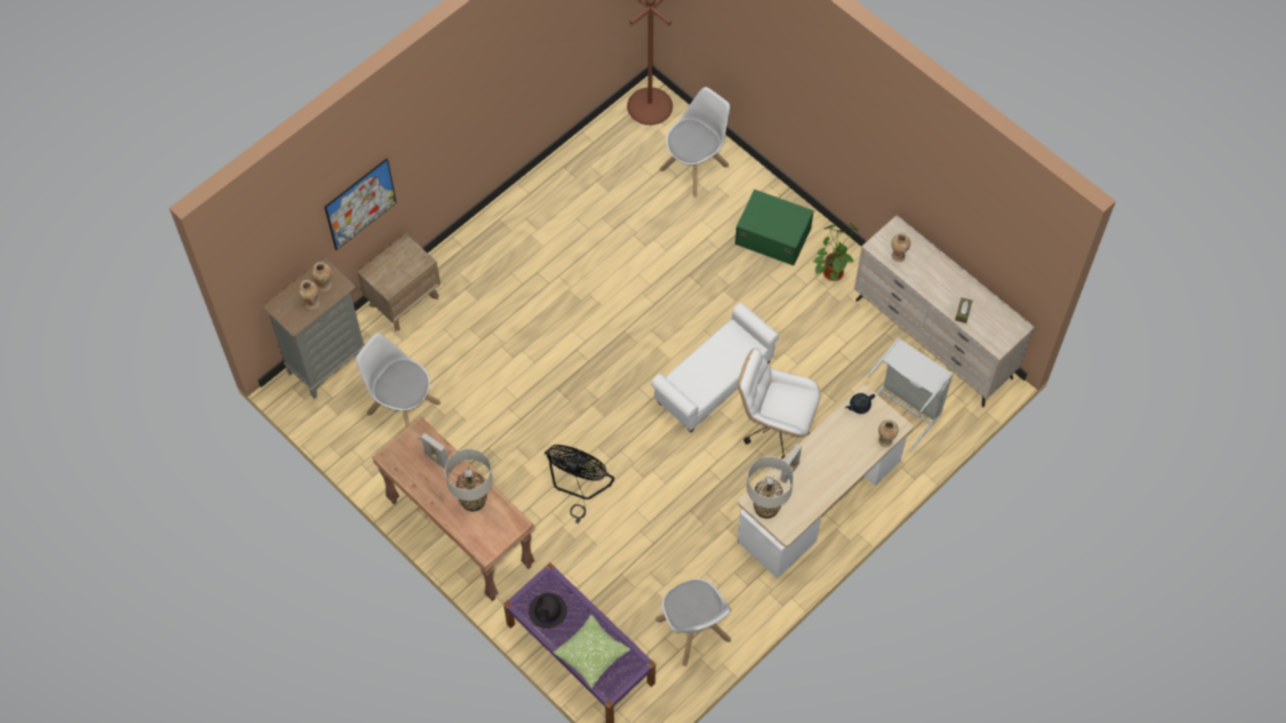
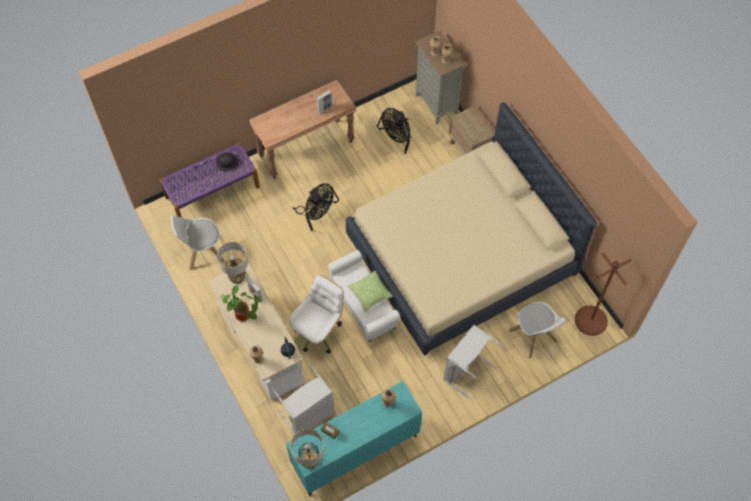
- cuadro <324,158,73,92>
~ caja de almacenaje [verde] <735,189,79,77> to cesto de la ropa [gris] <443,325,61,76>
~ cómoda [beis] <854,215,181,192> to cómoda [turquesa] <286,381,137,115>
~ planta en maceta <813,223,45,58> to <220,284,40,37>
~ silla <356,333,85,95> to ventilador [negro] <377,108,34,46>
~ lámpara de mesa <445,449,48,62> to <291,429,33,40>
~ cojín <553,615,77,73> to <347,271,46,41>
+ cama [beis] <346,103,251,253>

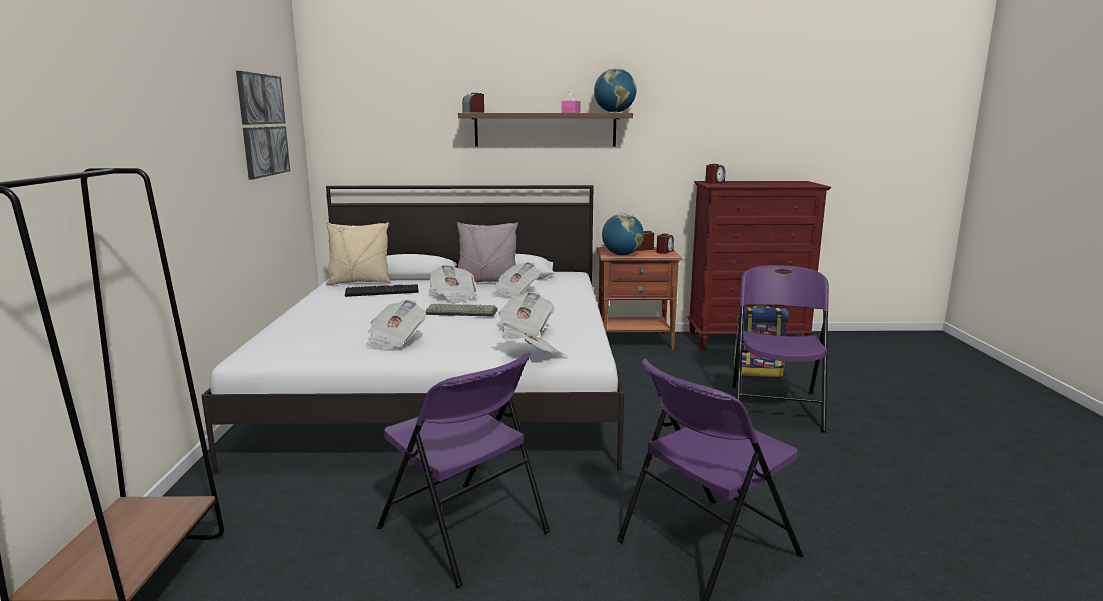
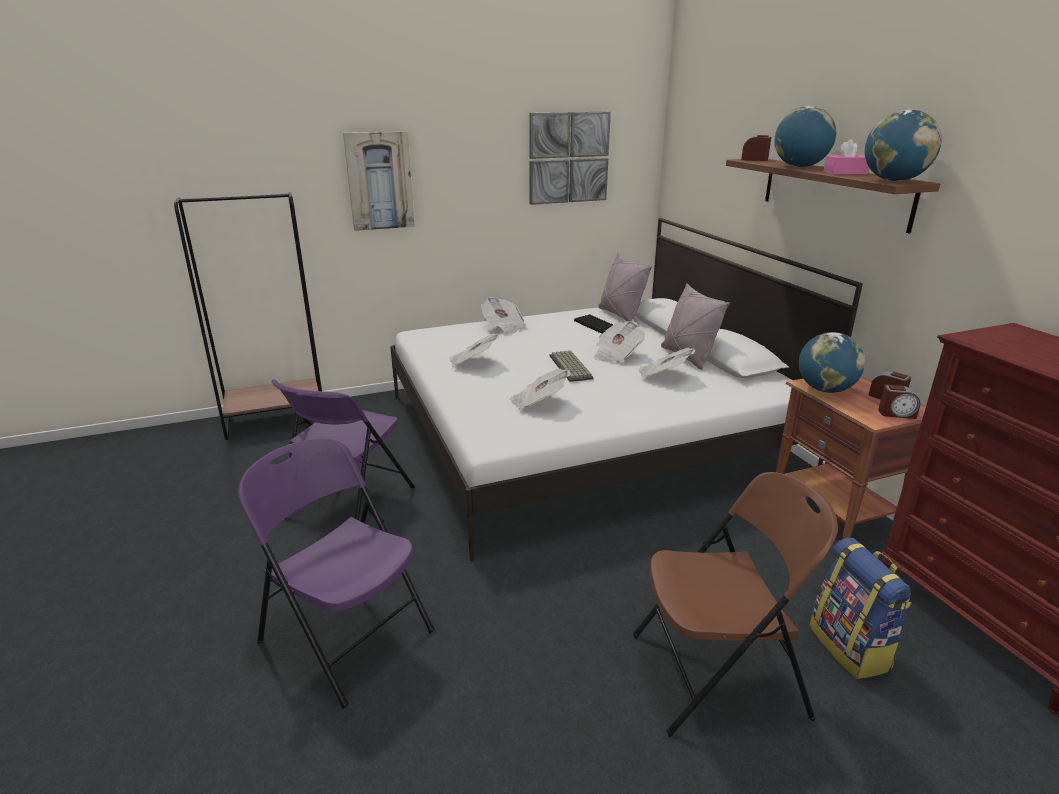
- despertador <705,164,20,20>
~ cojín [beis] <326,222,65,64> to cojín [morado] <598,253,54,69>
~ silla [morado] <732,265,97,168> to silla [marrón] <633,472,205,265>
~ periódico <501,323,65,32> to <481,297,45,37>
+ globo terráqueo <775,106,61,61>
+ cuadro <343,131,72,100>

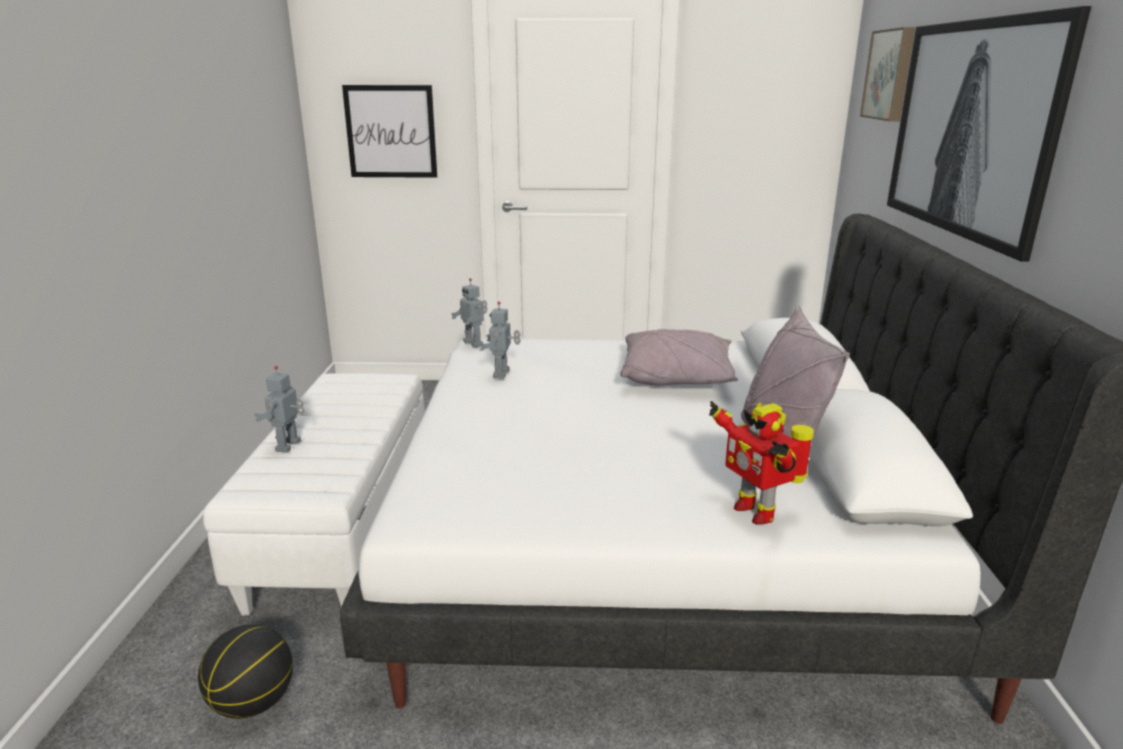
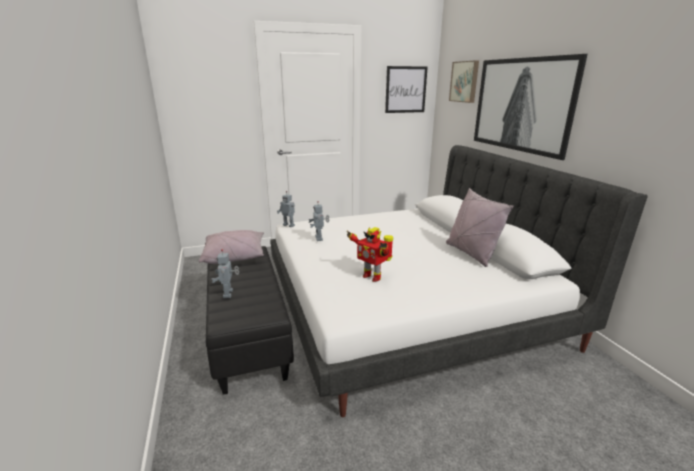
~ cuadro <342,85,95,93> to <385,66,43,47>
~ cojín [morado] <620,329,118,56> to <199,230,65,34>
~ puf [blanco] <203,373,222,243> to puf [negro] <206,246,88,149>
~ robot de juguete <709,401,105,123> to <347,227,46,55>
- balón de baloncesto <198,625,95,94>

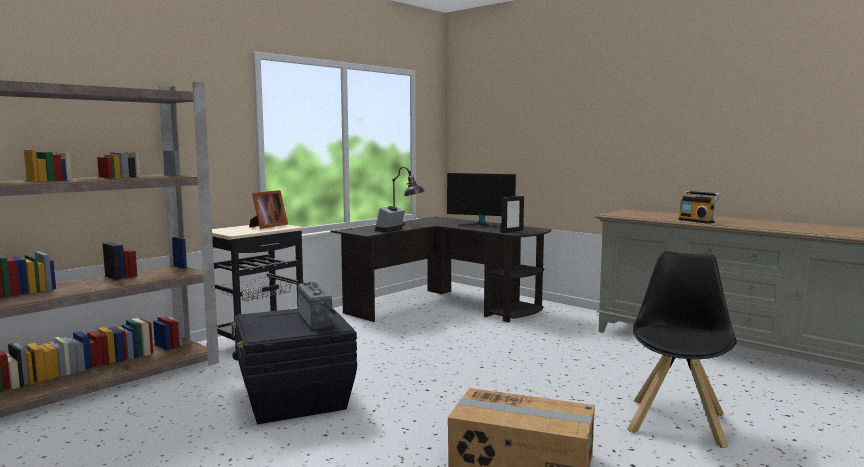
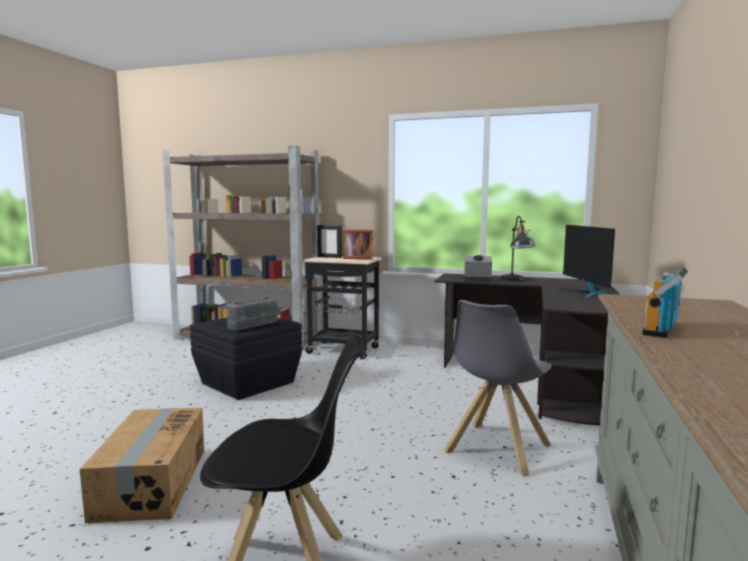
~ portarretratos <500,196,24,37> to <317,225,25,33>
+ silla [gris] <444,300,108,176>

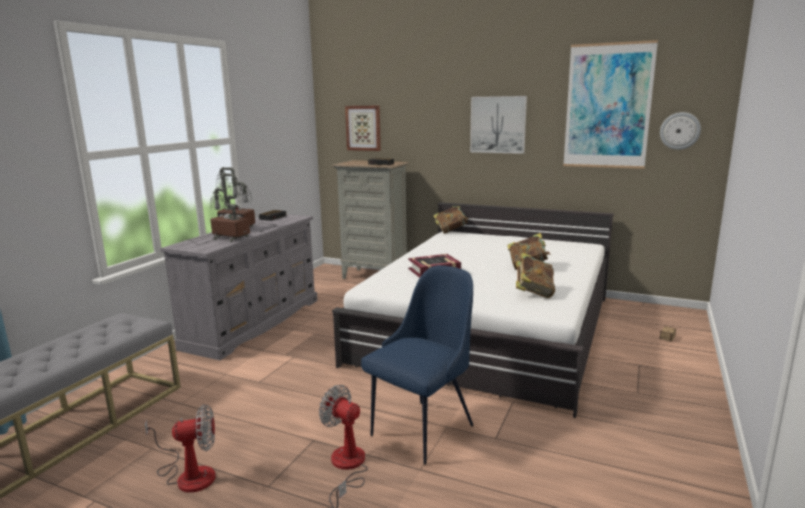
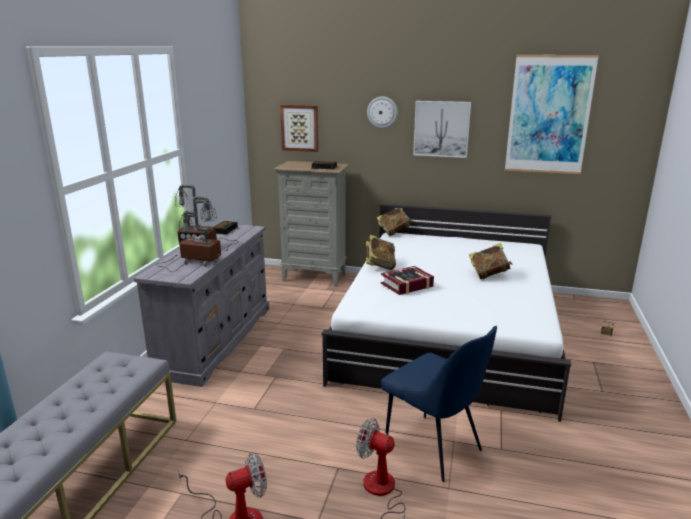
~ reloj de pared <660,112,41,38> to <367,96,31,32>
~ libro <516,252,39,46> to <366,235,30,35>
~ silla [azul] <361,265,113,200> = <381,326,116,156> 105 degrees clockwise

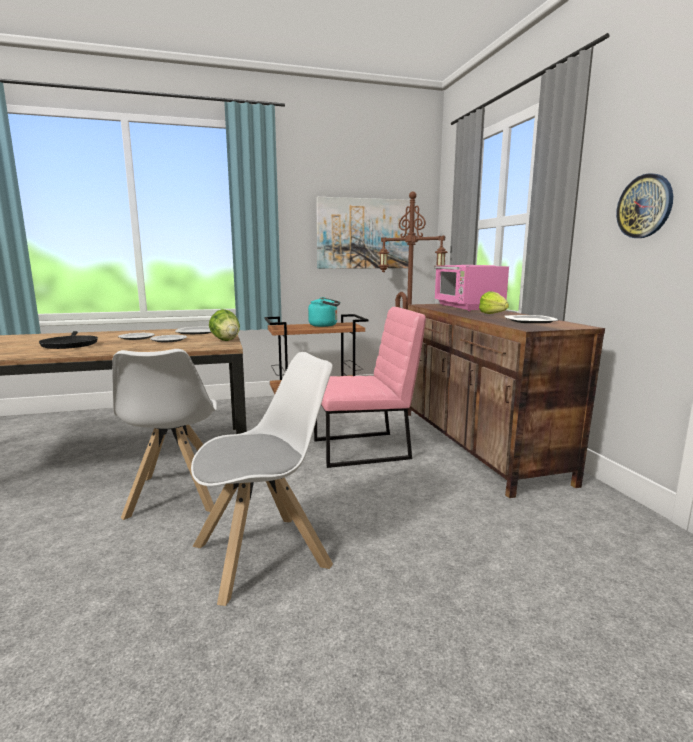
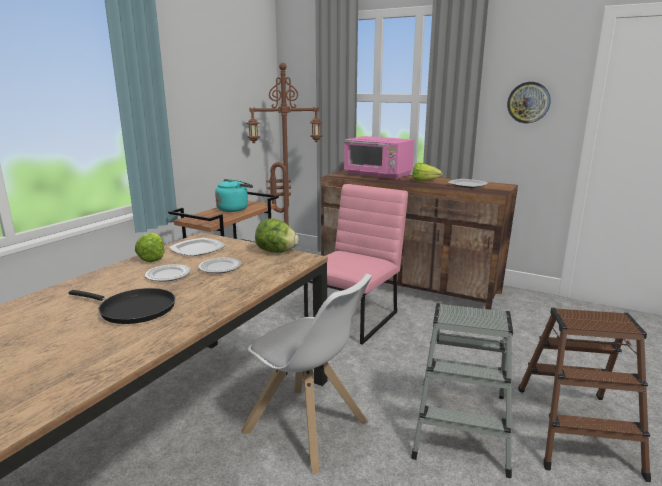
- cuadro <316,197,94,72>
~ silla <191,352,142,254> to escalera de tijera [gris] <411,303,102,175>
+ lechuga <135,233,30,29>
+ escalera de tijera [marrón] <518,308,133,174>

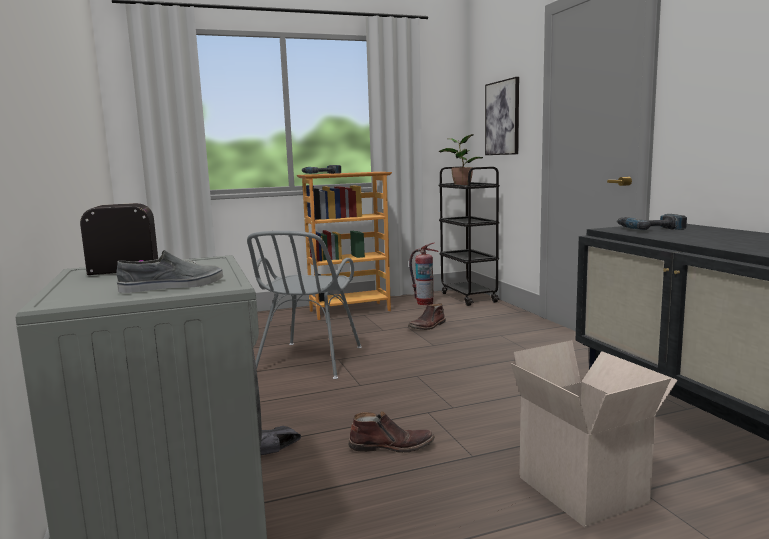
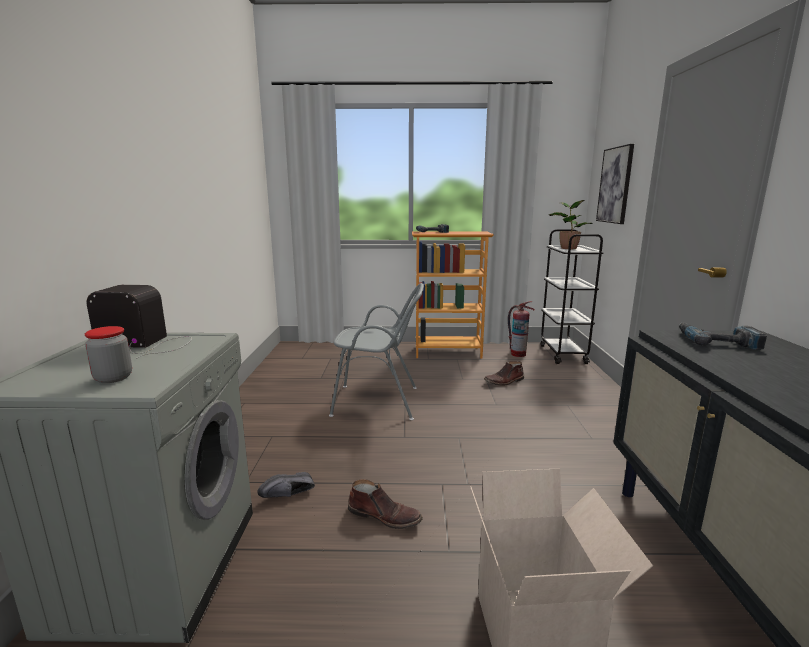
~ carrito [negro] <438,167,62,139> to carrito [blanco] <541,229,62,135>
~ silla [gris] <247,231,115,148> = <329,283,95,137> 120 degrees counterclockwise
~ zapato [gris] <116,250,107,43> to tarro <85,326,47,57>

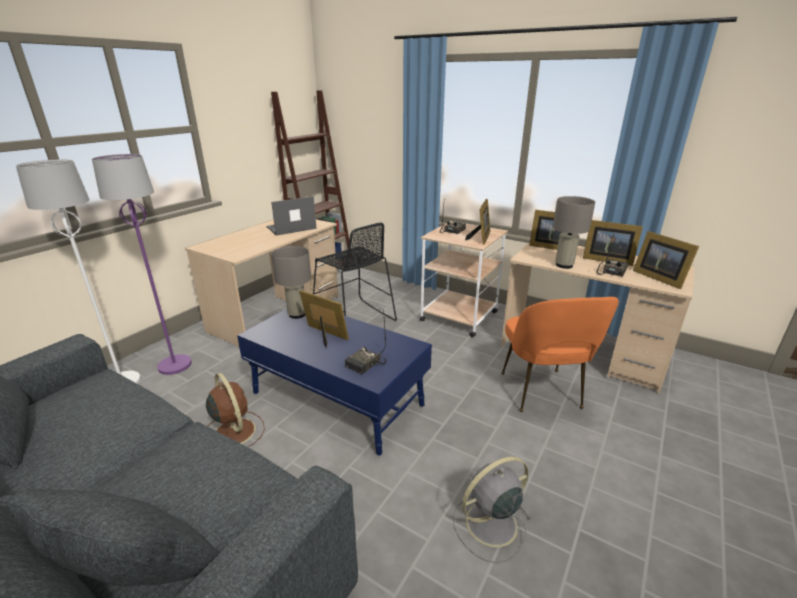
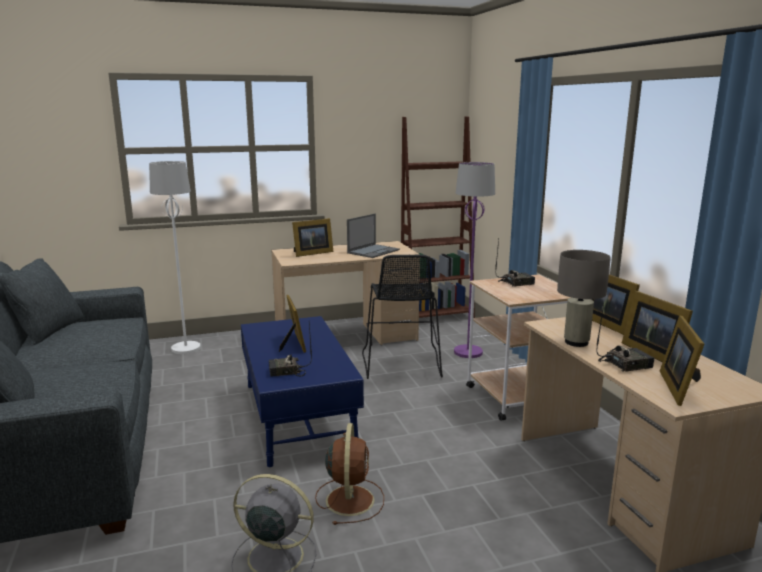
~ lámpara de pie [morado] <92,154,100,221> to <454,162,41,196>
~ portátil <266,196,50,39> = <347,214,53,44> 120 degrees clockwise
~ portarretratos <465,199,26,46> to <292,218,41,39>
- lámpara de mesa [gris] <271,246,40,73>
- silla [naranja] <501,297,118,115>
~ ventilador [marrón] <206,373,59,75> to <315,423,69,102>

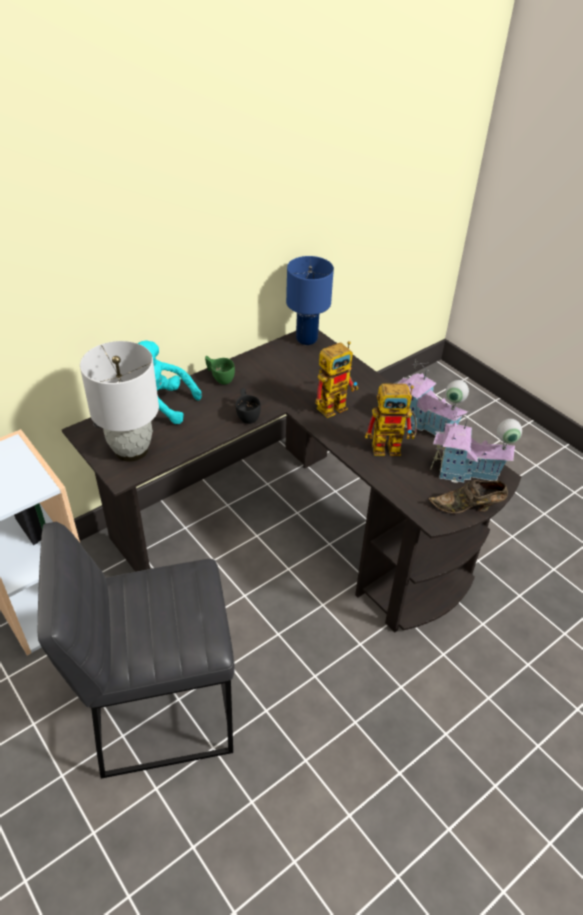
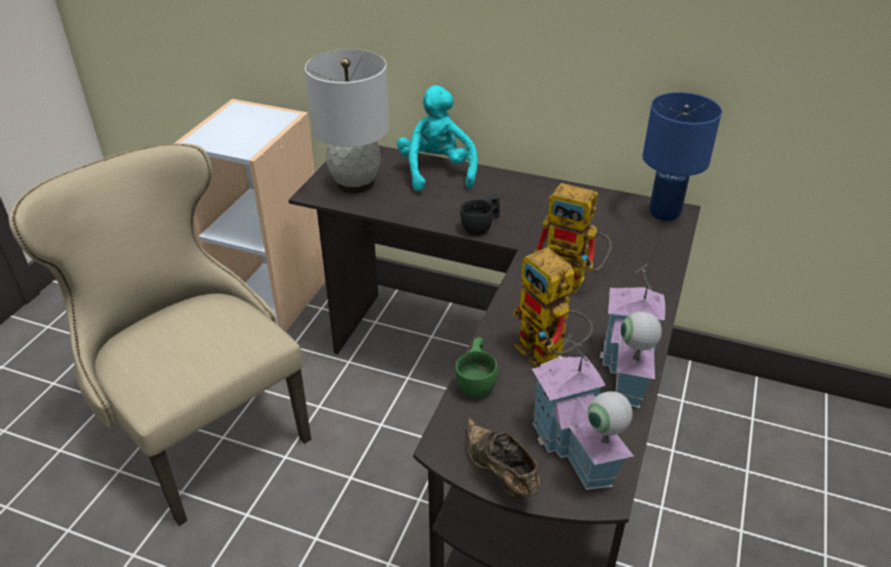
~ taza [verde] <205,356,30,29> to <456,337,42,62>
~ taburete [gris] <38,522,197,257> to silla [beis] <9,143,302,383>

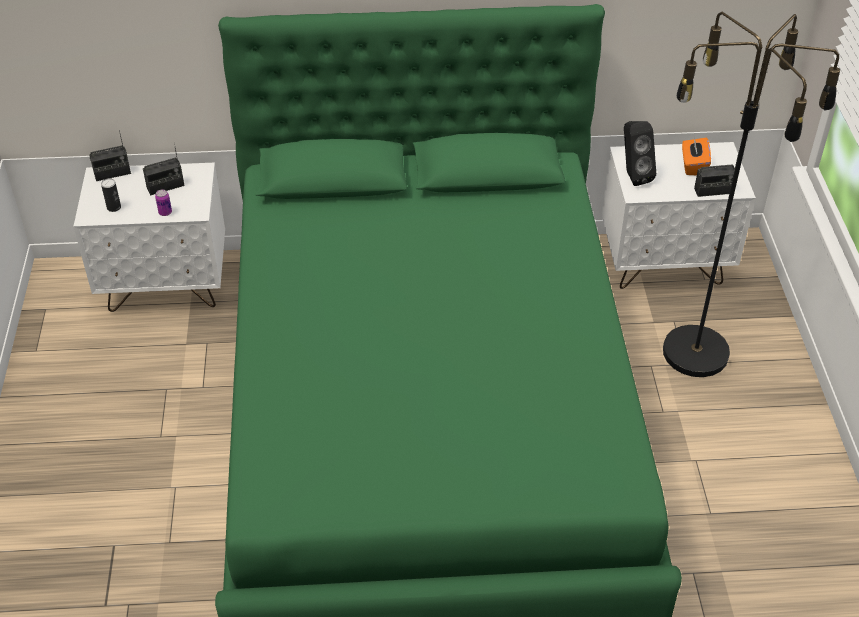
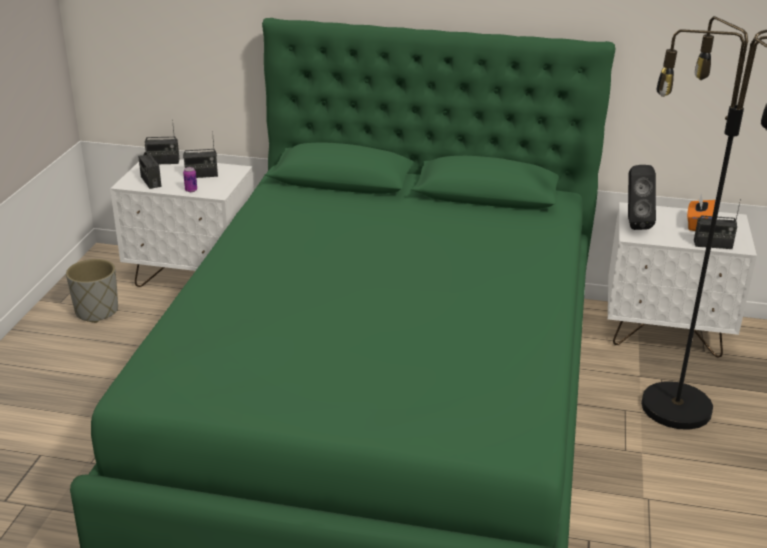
~ lata <101,178,20,34> to radio <138,142,24,47>
+ maceta [gris] <66,259,52,64>

